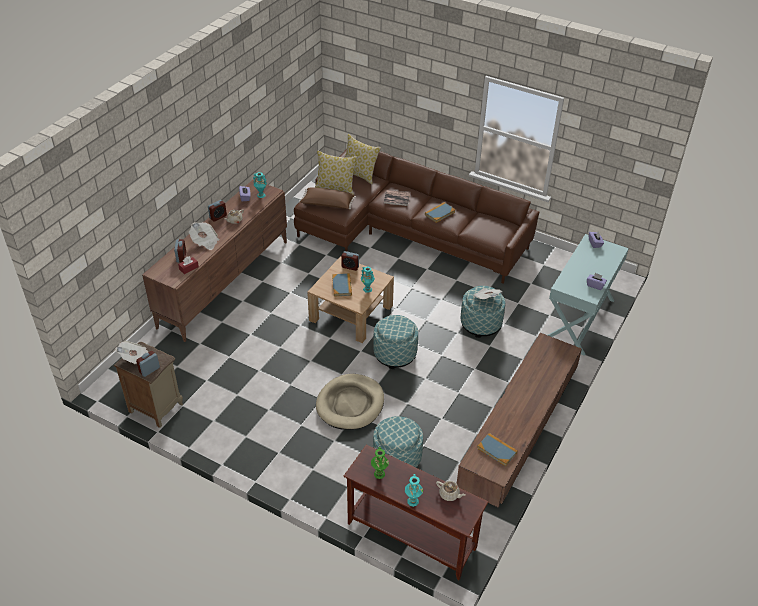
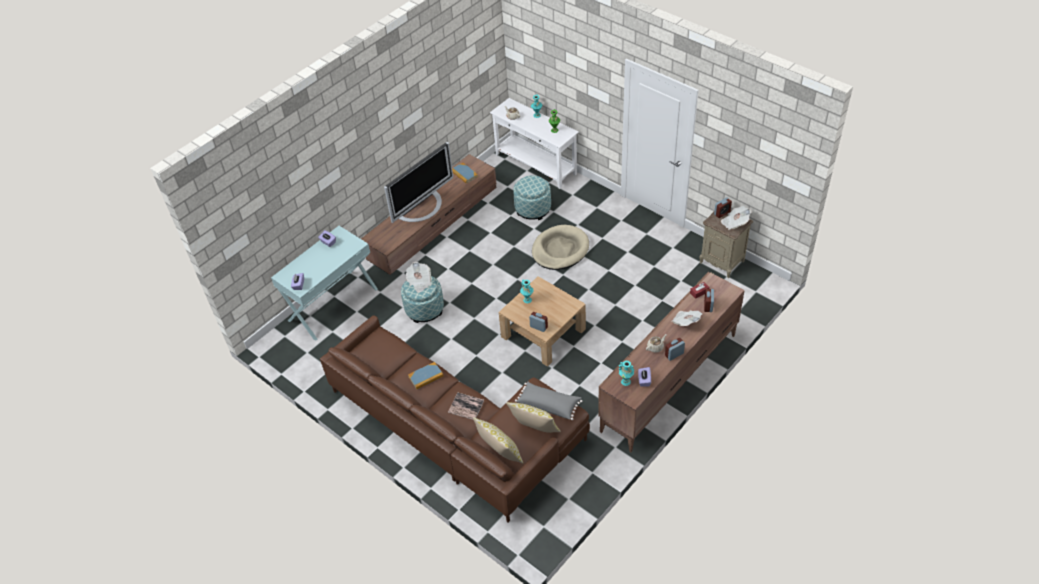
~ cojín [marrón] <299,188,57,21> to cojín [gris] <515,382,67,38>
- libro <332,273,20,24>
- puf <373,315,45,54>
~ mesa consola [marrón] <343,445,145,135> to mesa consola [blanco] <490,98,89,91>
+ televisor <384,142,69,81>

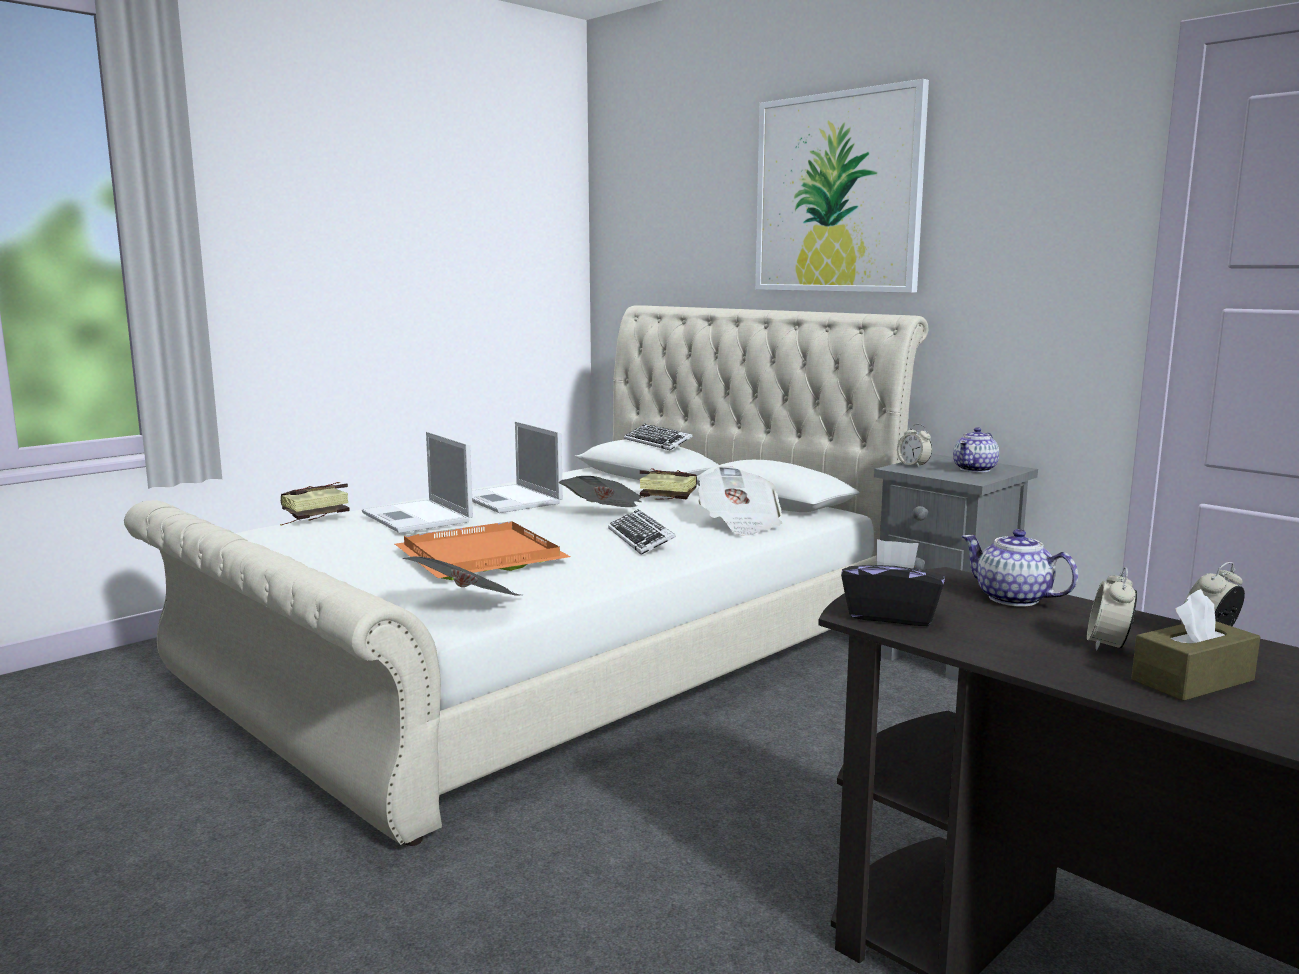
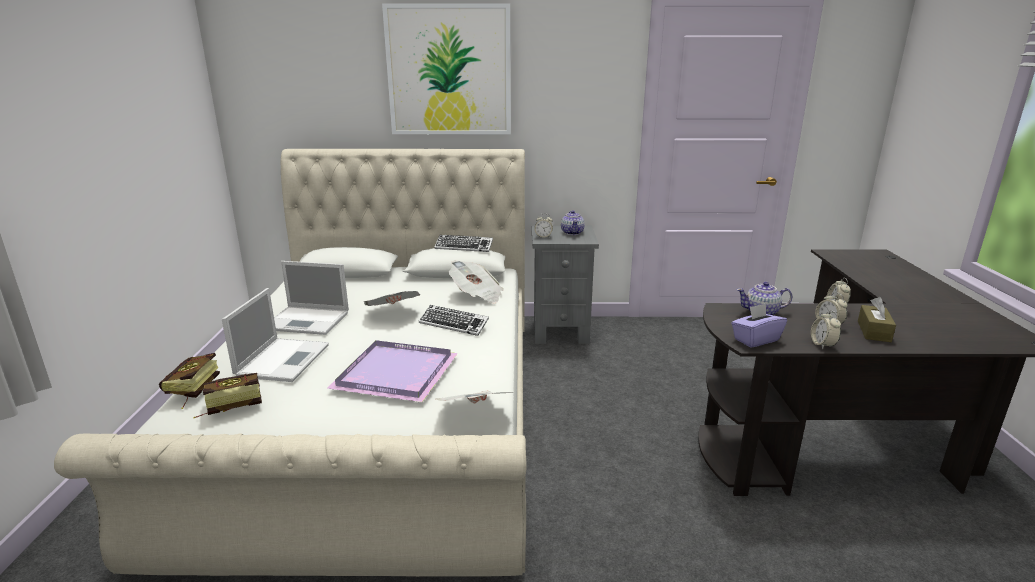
~ teclado <624,424,69,26> to <435,235,58,17>
~ portátil <362,431,111,102> = <222,288,107,94> 90 degrees counterclockwise
~ libro <640,468,57,32> to <193,373,69,45>
~ bandeja [naranja] <395,521,176,59> to bandeja [morado] <328,340,130,62>
~ caja de pañuelos [negro] <841,539,104,87> to caja de pañuelos [morado] <731,304,56,44>
+ despertador <811,310,30,39>

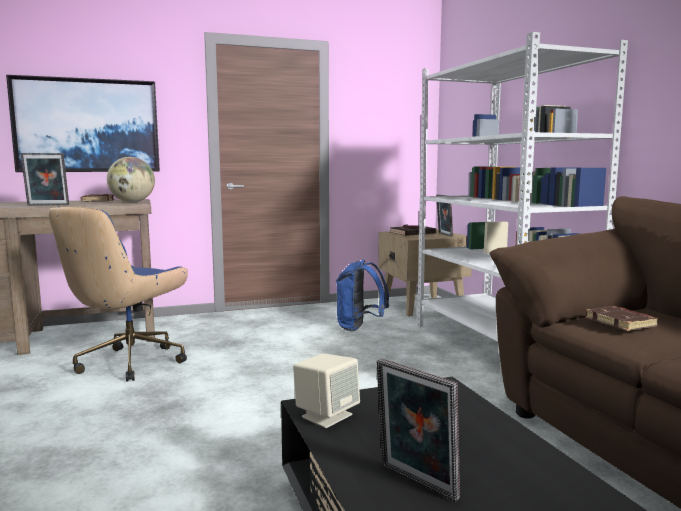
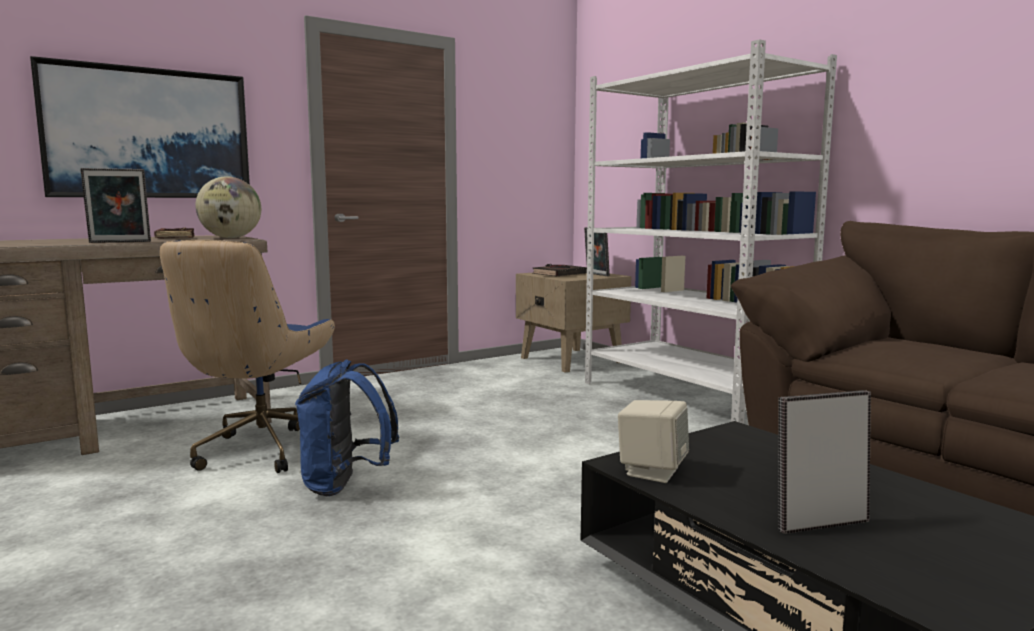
~ mochila [azul] <336,260,53,71> to <295,359,104,137>
- libro [marrón] <585,306,74,25>
~ portarretratos <376,358,84,144> = <778,390,93,144> 135 degrees clockwise

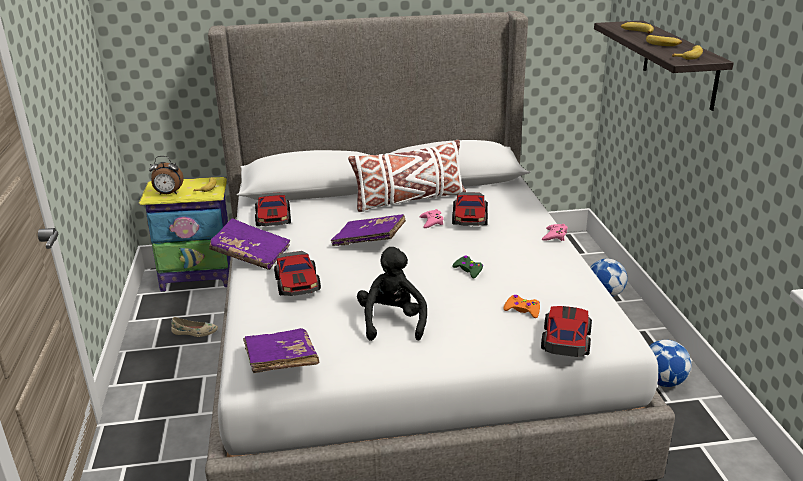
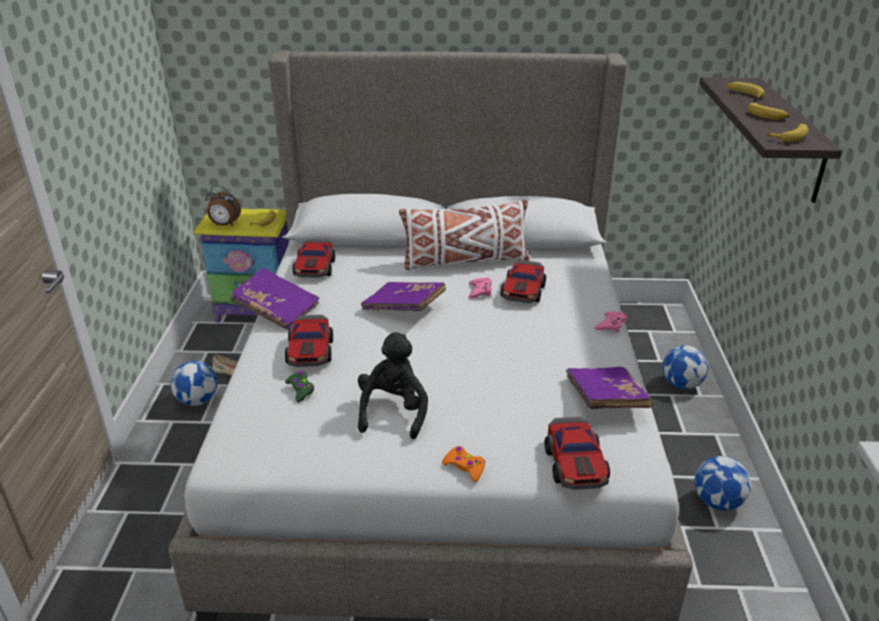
~ mando de consola [verde] <452,255,31,24> to <285,371,29,31>
~ mando de consola [naranja] <504,295,36,23> to <442,446,43,36>
~ coche de juguete <541,306,51,51> = <545,417,65,73> 150 degrees clockwise
~ libro [morado] <243,328,76,45> to <566,367,87,42>
+ balón de fútbol <170,361,48,45>

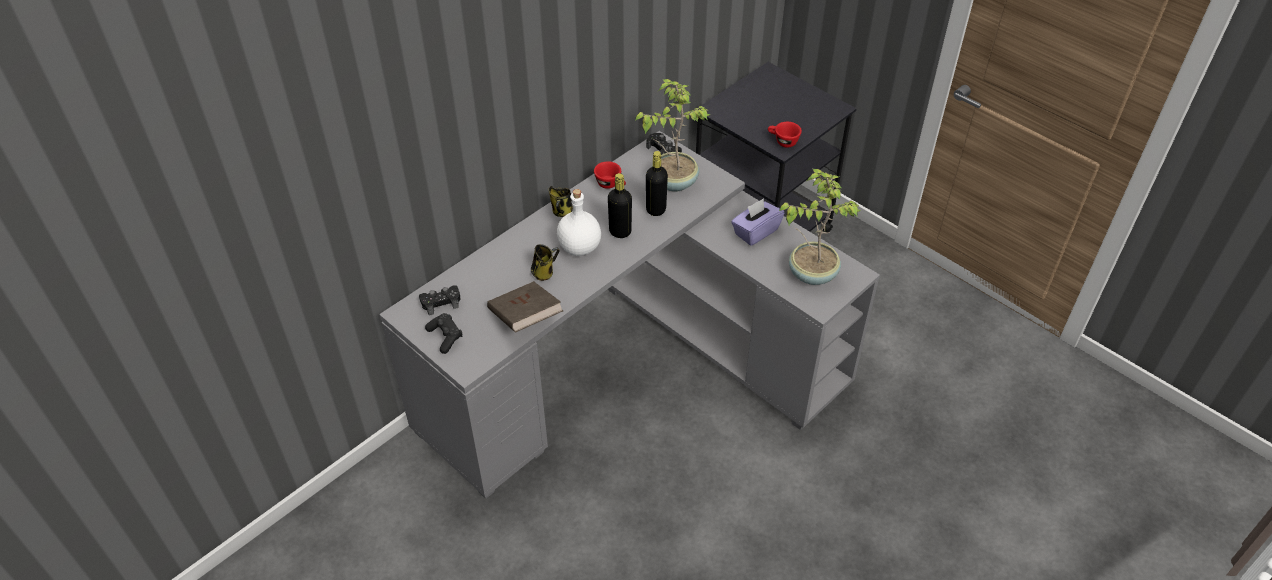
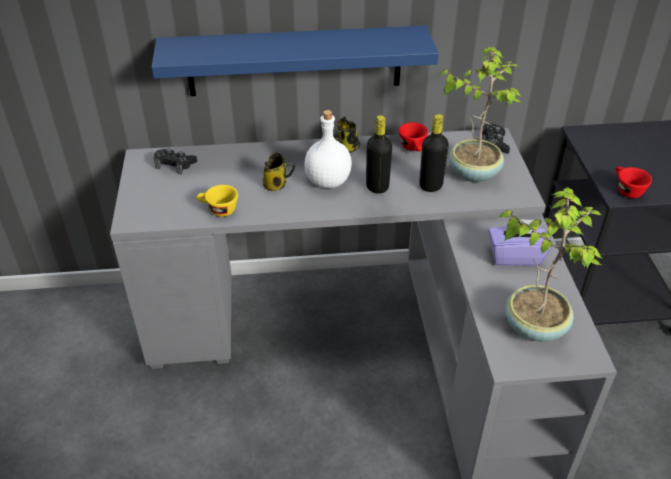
~ libro [marrón] <487,281,76,51> to taza [amarillo] <197,185,41,32>
- mando de consola [negro] <425,313,38,41>
+ estante [azul] <151,25,288,71>

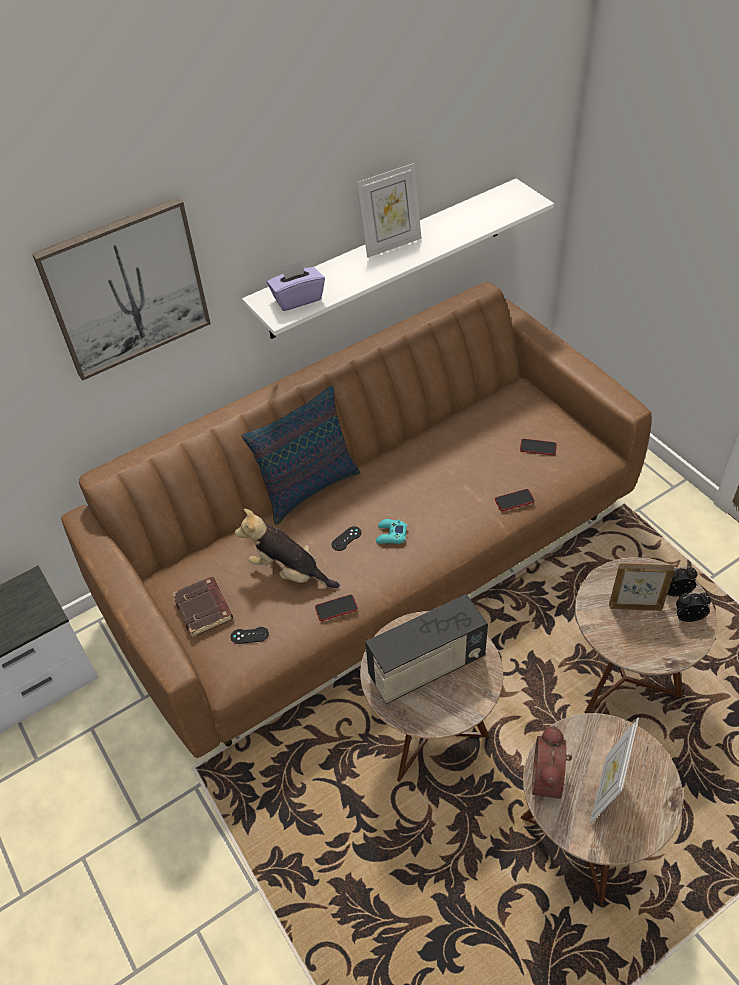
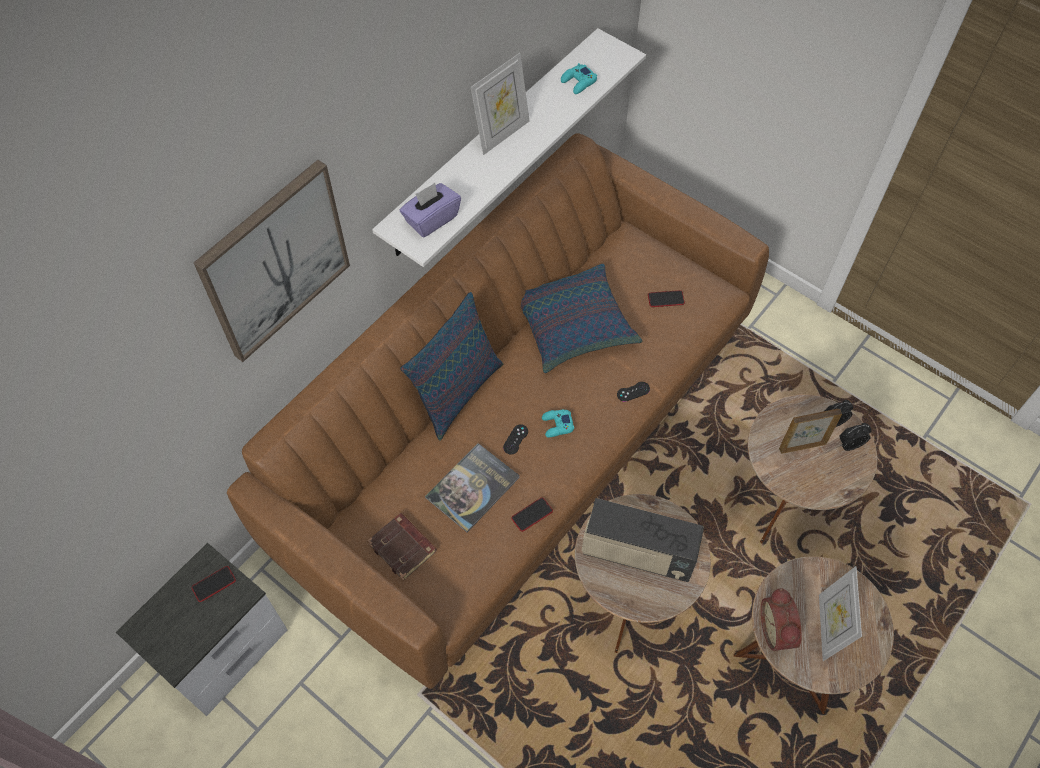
~ móvil <495,489,40,22> to <192,566,44,36>
~ peluche <235,509,105,79> to libro <425,443,95,90>
~ radio <365,594,123,110> = <582,498,122,84> 60 degrees clockwise
~ mando de consola [negro] <231,627,38,17> to <617,382,33,20>
+ mando de consola [turquesa] <561,63,36,31>
+ cojín [azul] <521,264,122,109>

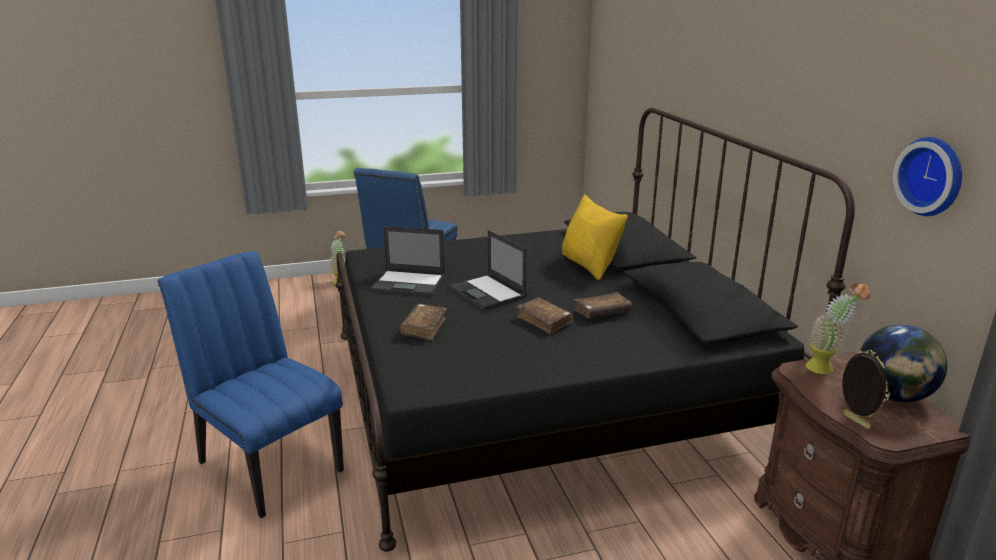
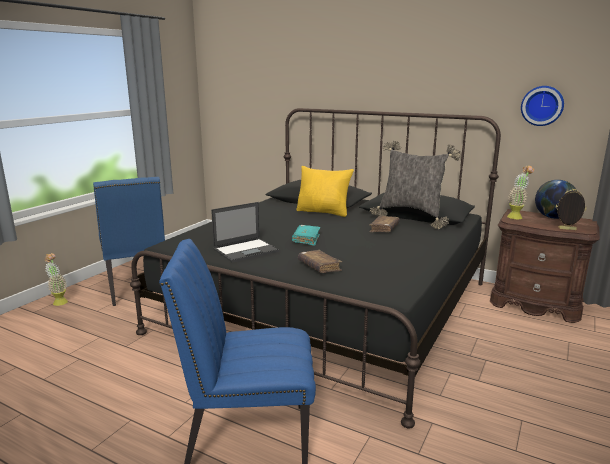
~ portátil <448,230,79,80> to libro [turquesa] <292,225,28,21>
- libro [marrón] <516,297,58,38>
+ cojín <370,141,91,88>

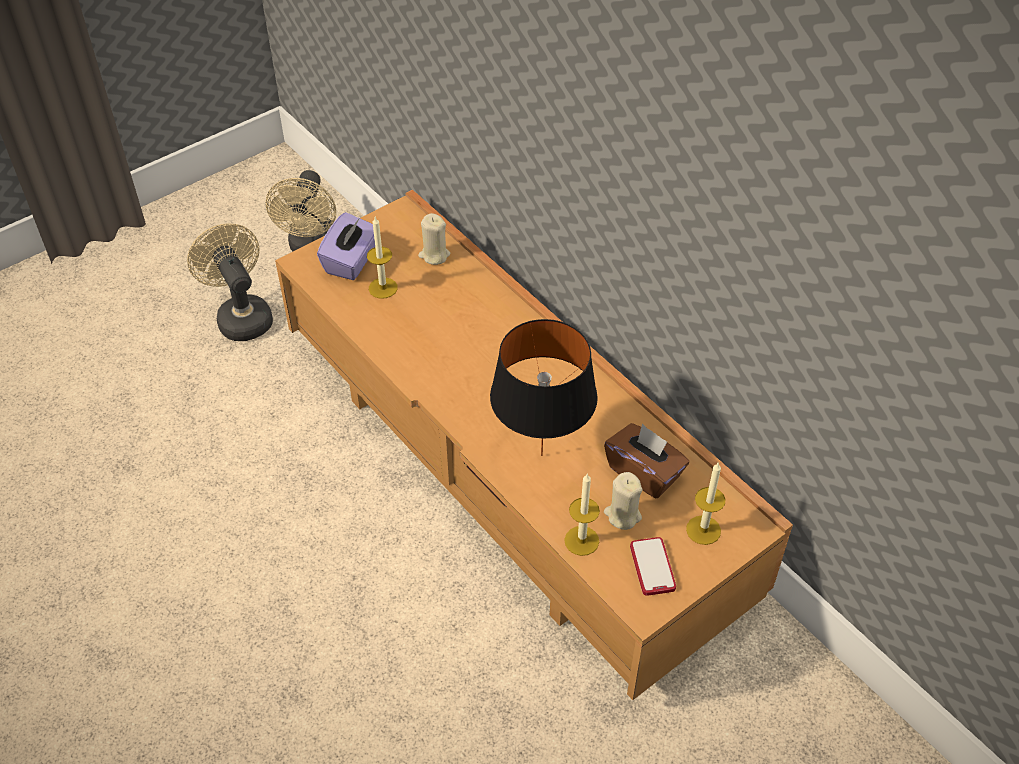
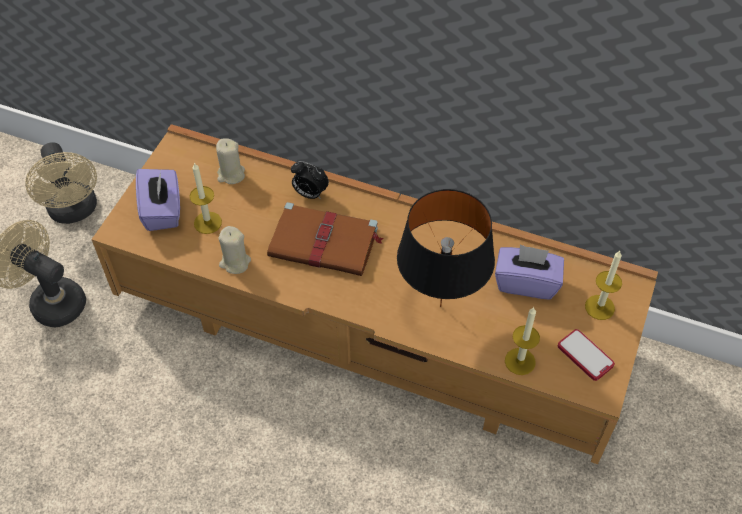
~ caja de pañuelos [marrón] <604,423,85,75> to caja de pañuelos [morado] <495,244,69,56>
~ vela [beis] <604,472,39,58> to <219,226,32,48>
+ despertador <291,161,38,38>
+ libro [marrón] <267,202,117,74>

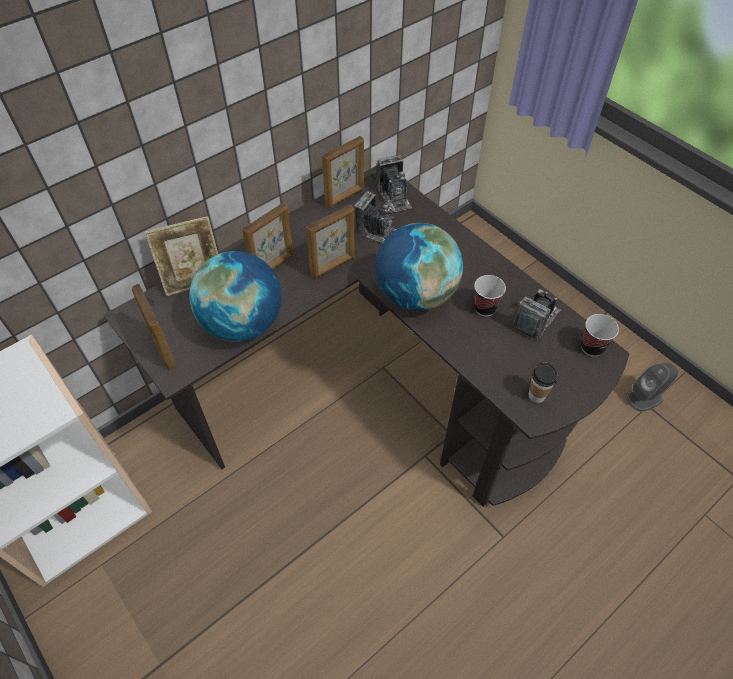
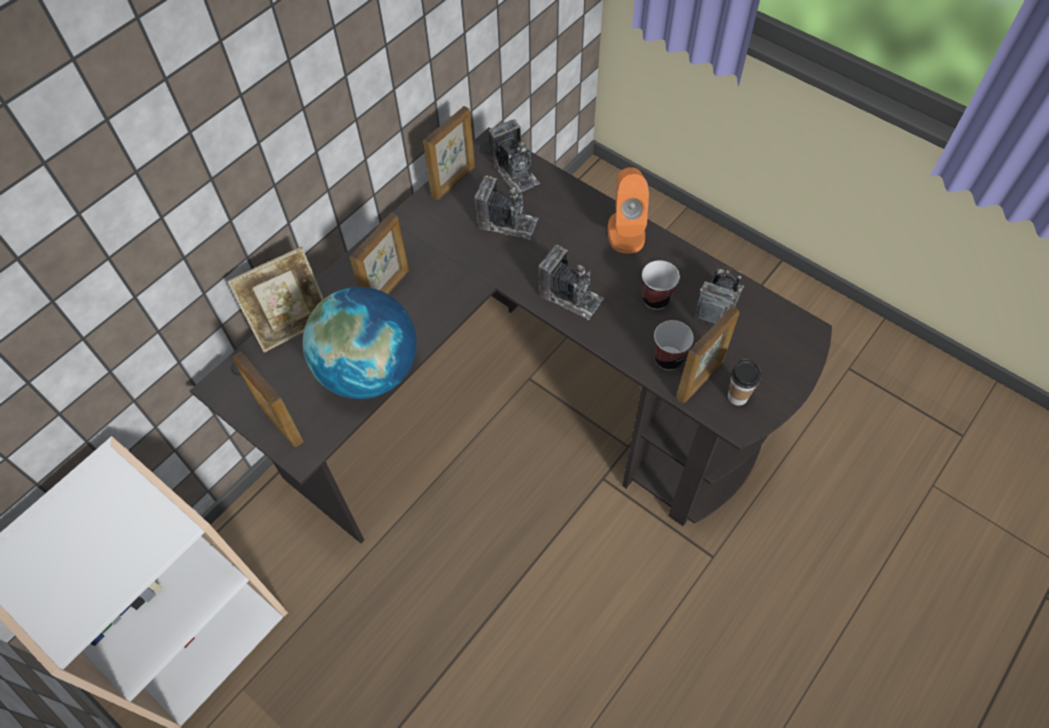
~ portarretratos <306,205,49,74> to <676,306,63,97>
~ globo terráqueo <376,223,87,88> to cámara <538,245,66,75>
~ taza <581,314,38,42> to <654,320,40,50>
- altavoz [gris] <627,363,51,48>
+ altavoz [naranja] <608,167,41,87>

